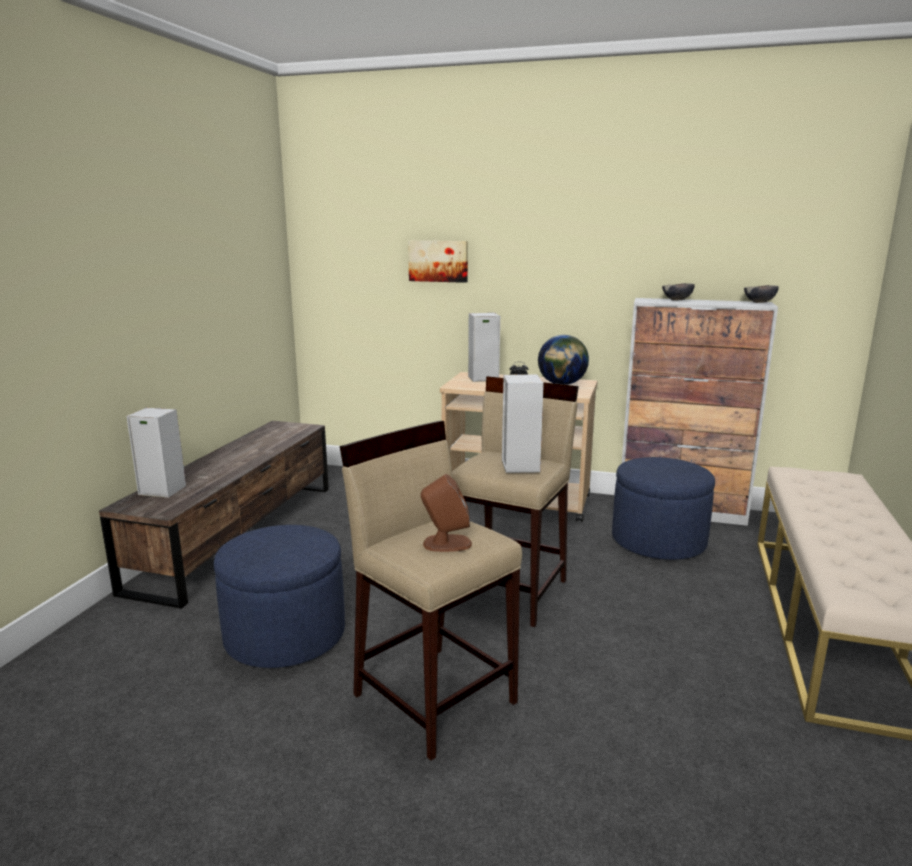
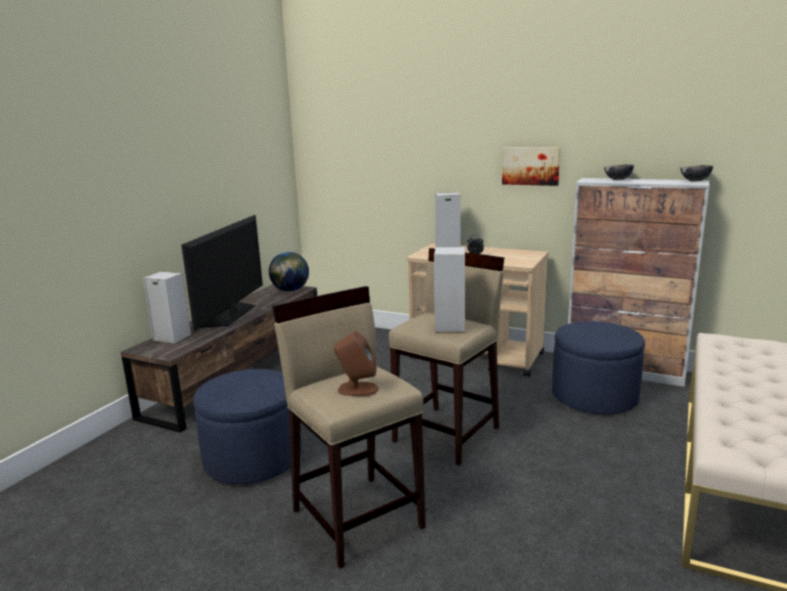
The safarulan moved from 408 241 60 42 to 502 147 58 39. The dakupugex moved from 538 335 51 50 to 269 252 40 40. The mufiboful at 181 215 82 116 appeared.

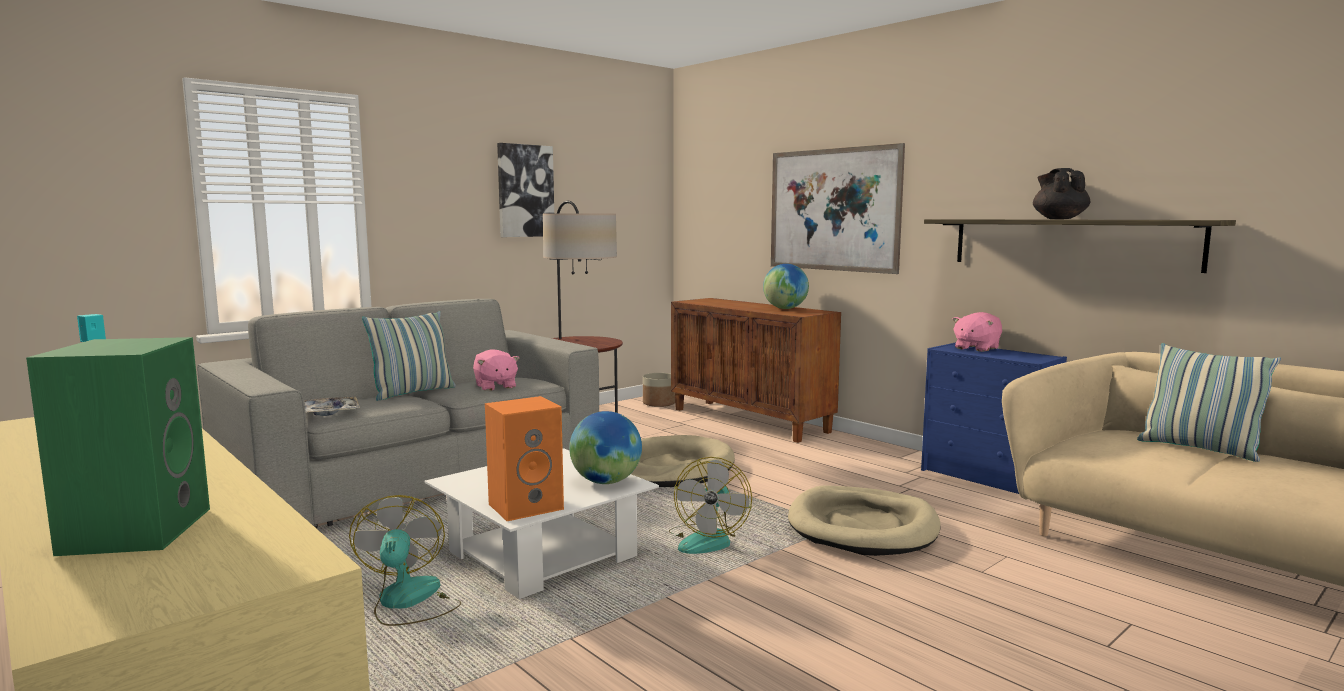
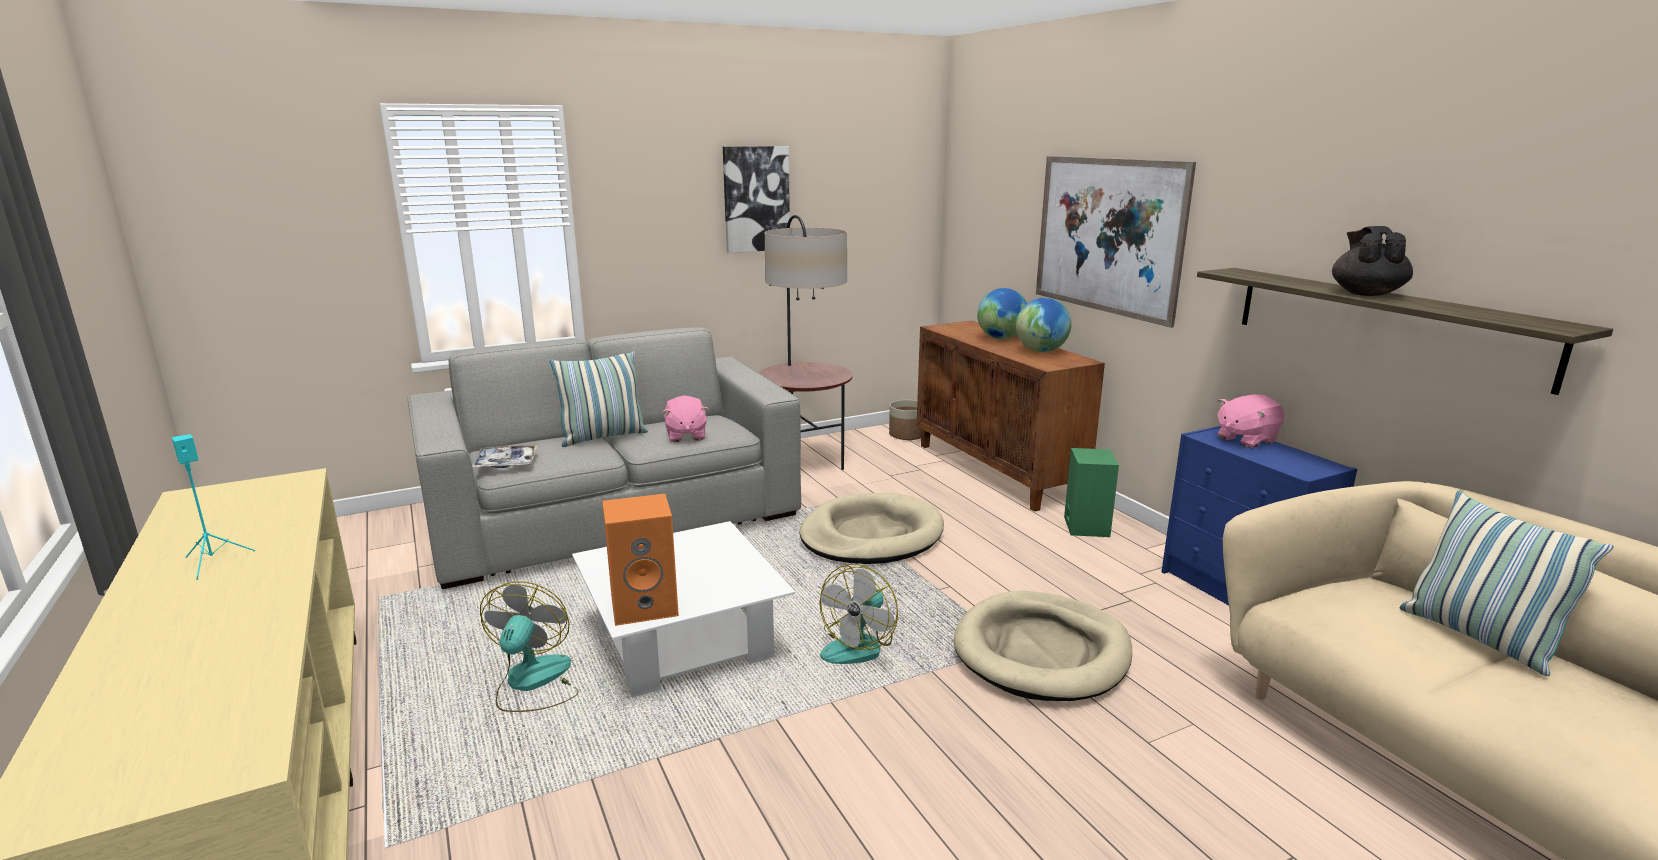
The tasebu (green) moved from 26 337 184 219 to 1064 448 55 89. The dakupugex moved from 569 411 73 73 to 977 288 50 51.

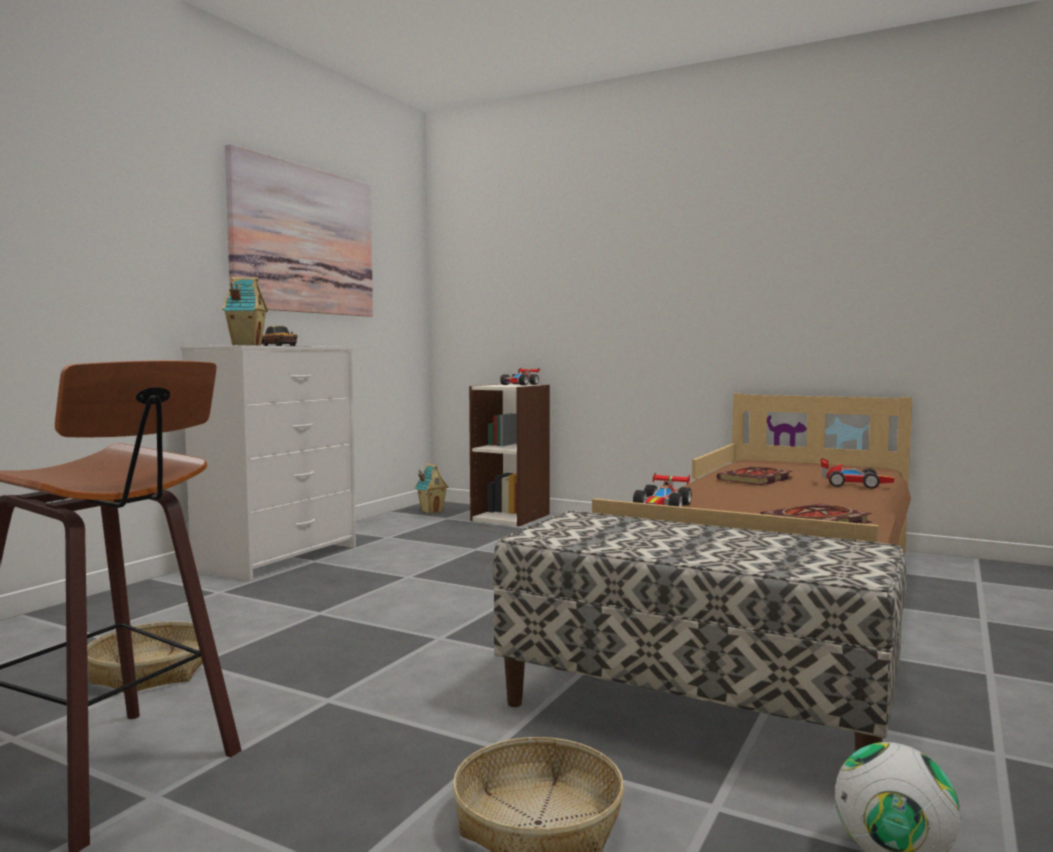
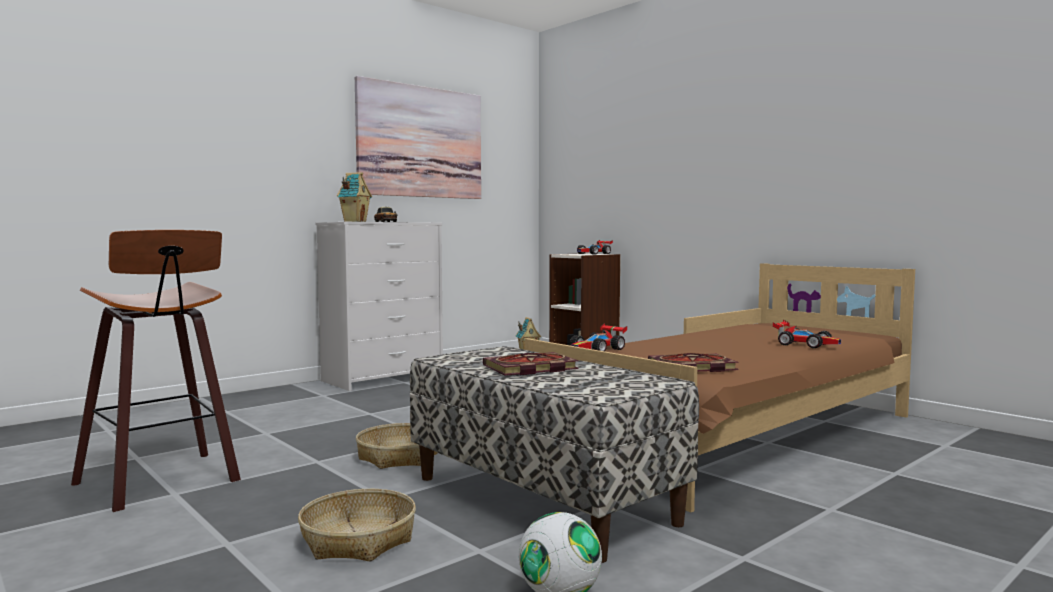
The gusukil moved from 87 622 116 71 to 356 423 82 46. The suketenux moved from 717 467 76 18 to 483 352 96 23.

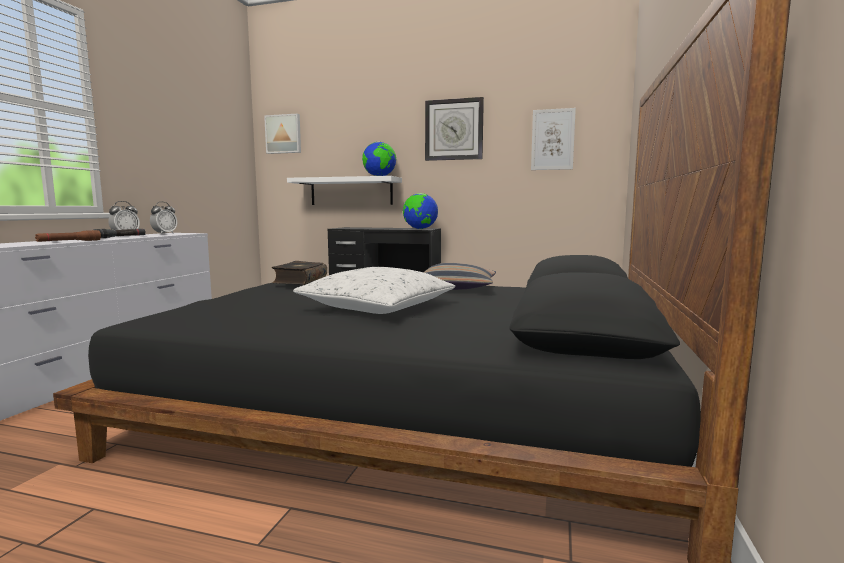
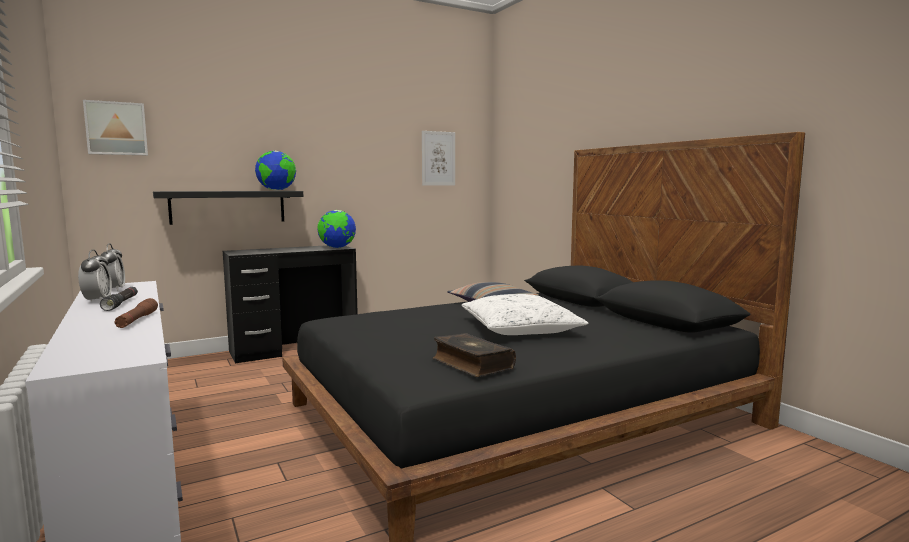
The suketenux moved from 272 261 55 24 to 433 333 83 44. The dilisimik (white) at 287 176 115 29 became the dilisimik (black) at 153 191 150 34. The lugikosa at 425 97 59 64 disappeared.

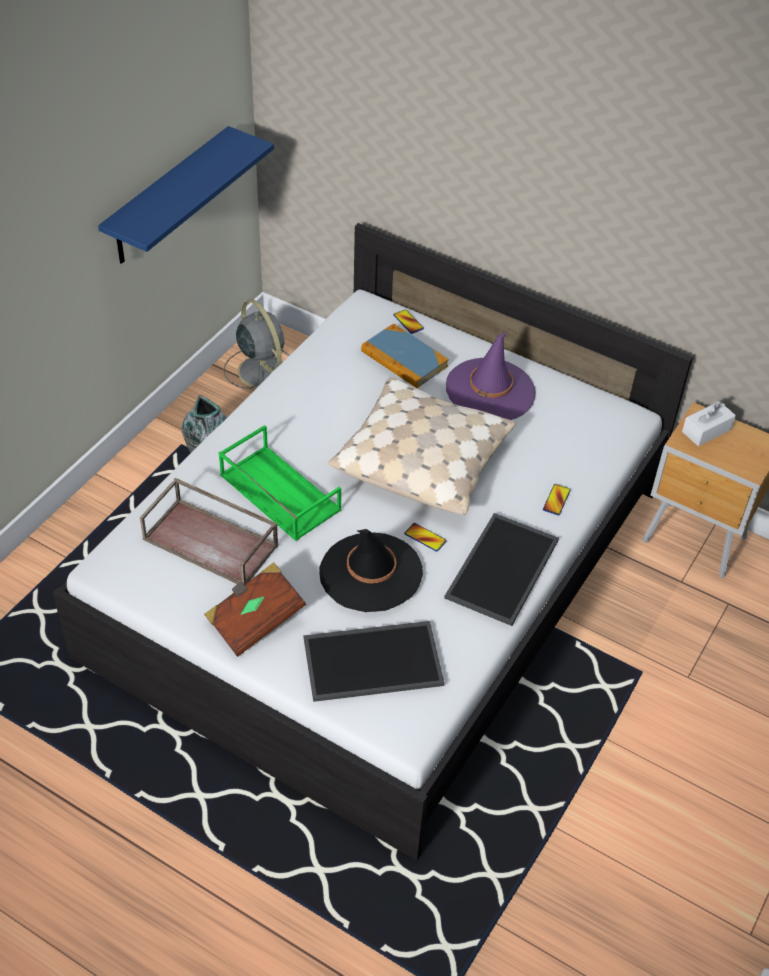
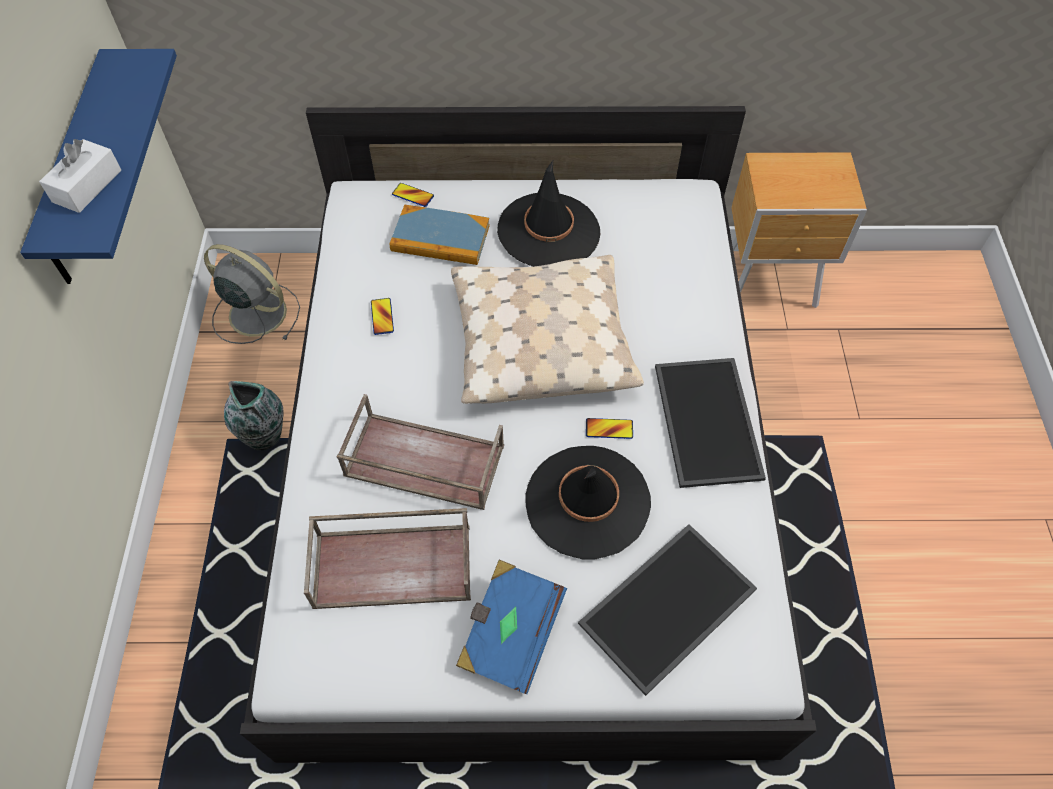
The suketenux (brown) at 204 562 102 95 became the suketenux (blue) at 456 560 111 134. The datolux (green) at 218 425 123 116 became the datolux (brown) at 337 394 167 116. The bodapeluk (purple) at 446 330 90 90 became the bodapeluk (black) at 497 161 103 106. The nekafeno moved from 543 484 28 31 to 371 298 23 37. The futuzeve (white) moved from 682 401 54 45 to 39 139 82 74.

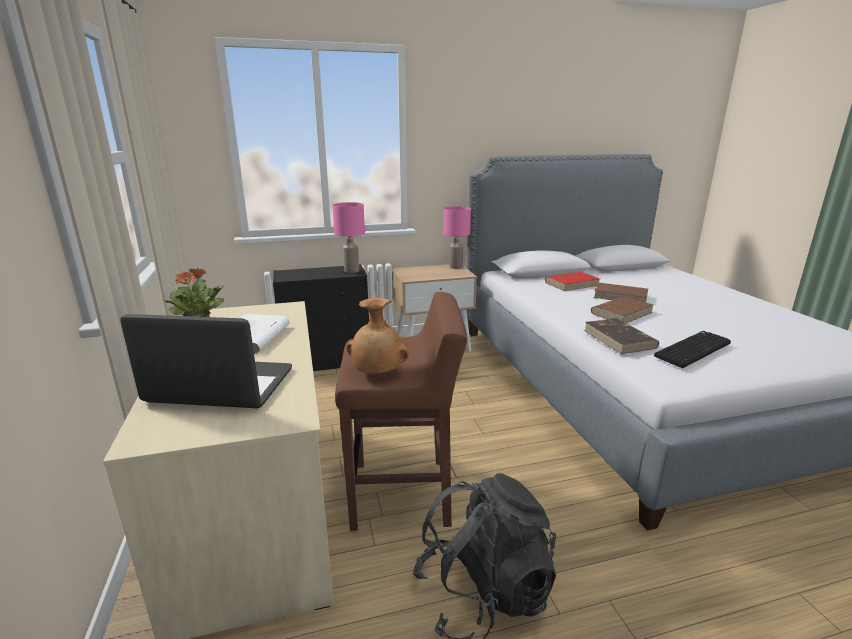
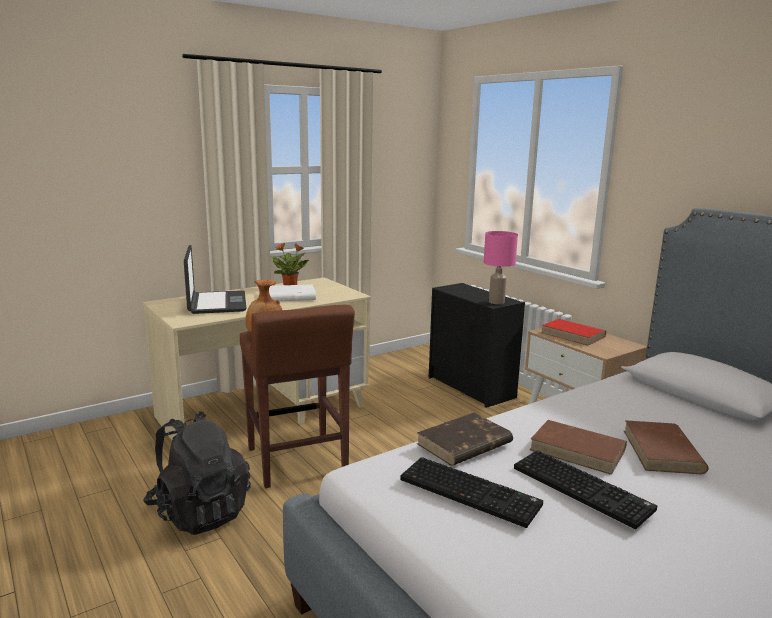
The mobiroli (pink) at 443 206 28 63 disappeared. The suketenux (red) moved from 545 272 55 19 to 541 319 65 26. The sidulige at 514 451 143 78 appeared.

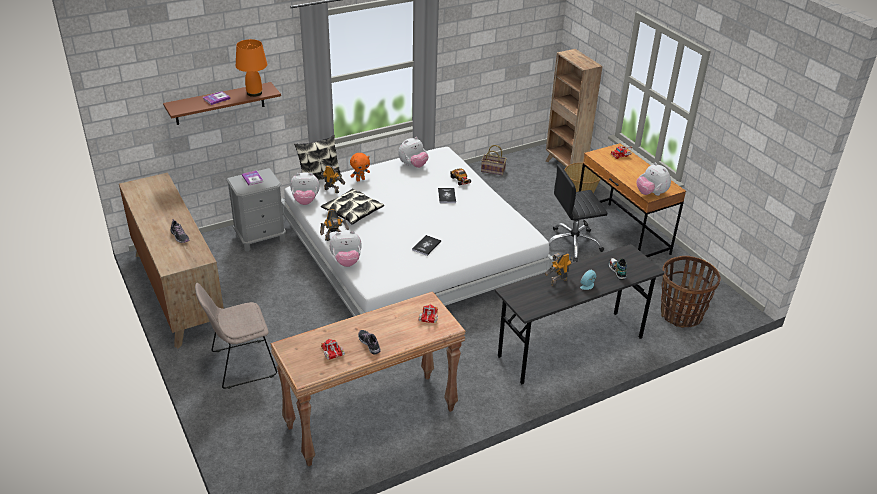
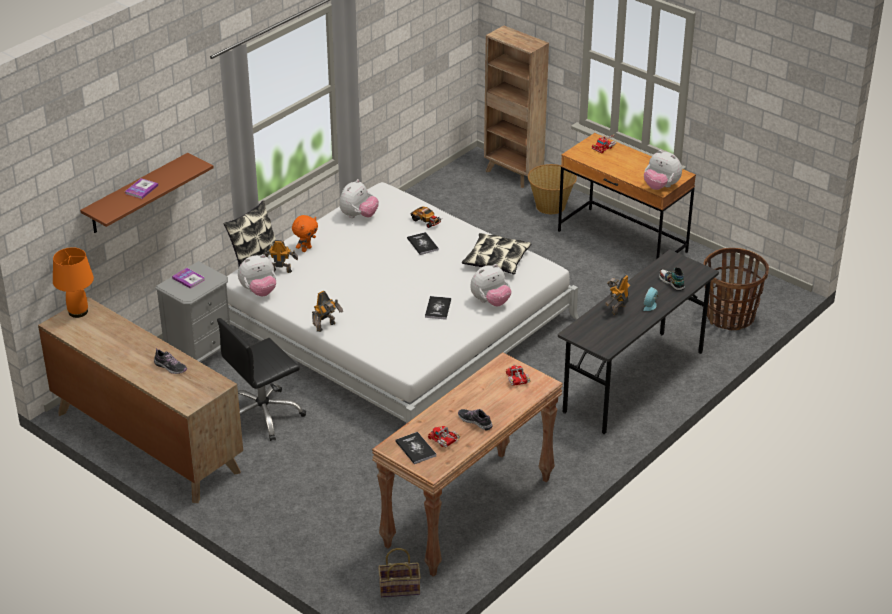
The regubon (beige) at 195 283 82 106 disappeared. The mobiroli (orange) moved from 236 39 31 58 to 53 247 41 71. The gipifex moved from 321 188 63 37 to 462 233 69 41. The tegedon moved from 330 231 32 36 to 470 264 41 42. The gusukil moved from 481 145 26 30 to 378 548 43 49. The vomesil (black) moved from 548 164 60 98 to 217 318 89 123. The suketenux at 395 432 41 32 appeared.

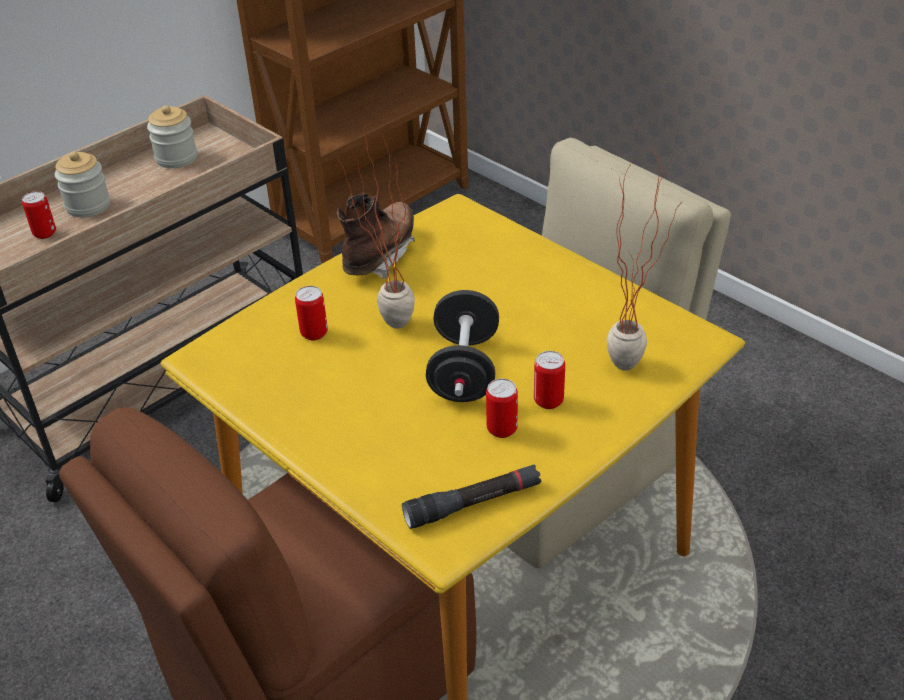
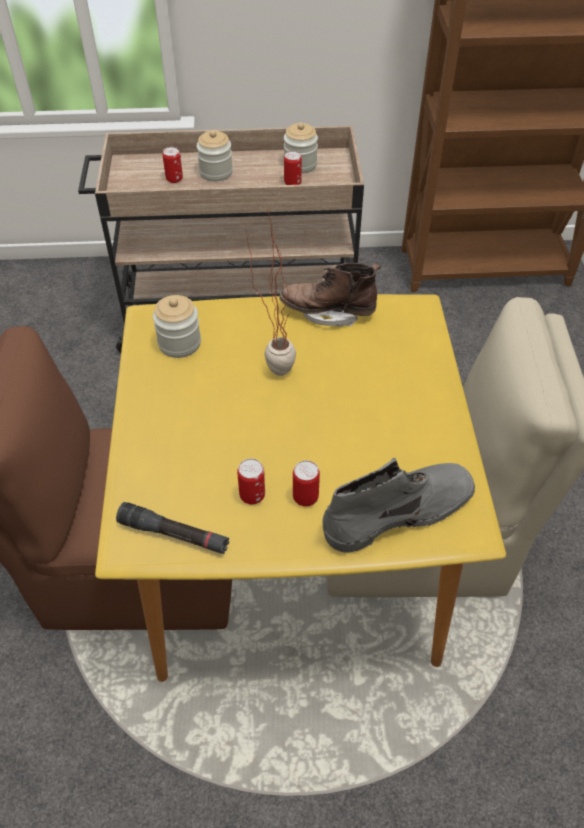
The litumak moved from 295 286 33 54 to 284 151 18 34. The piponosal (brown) at 337 193 78 86 turned 150 degrees counterclockwise. The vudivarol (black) at 426 290 73 112 disappeared. The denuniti at 607 147 76 223 was replaced by the piponosal (grey) at 322 458 153 95. The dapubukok at 153 295 48 63 appeared.

